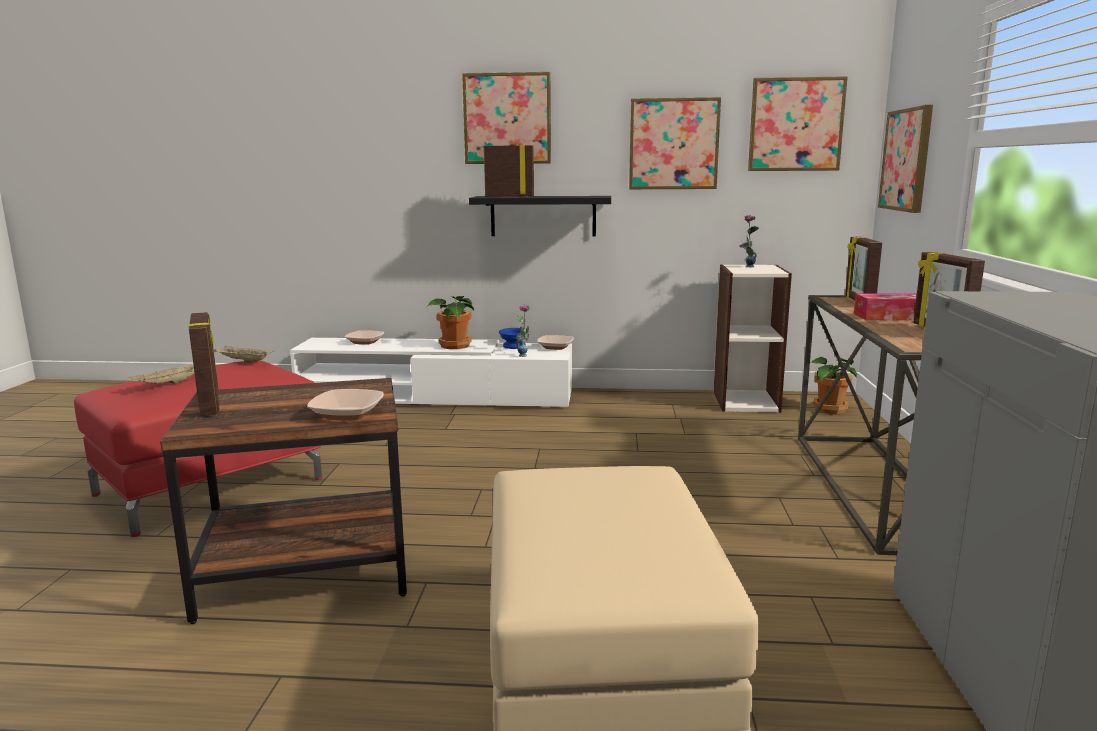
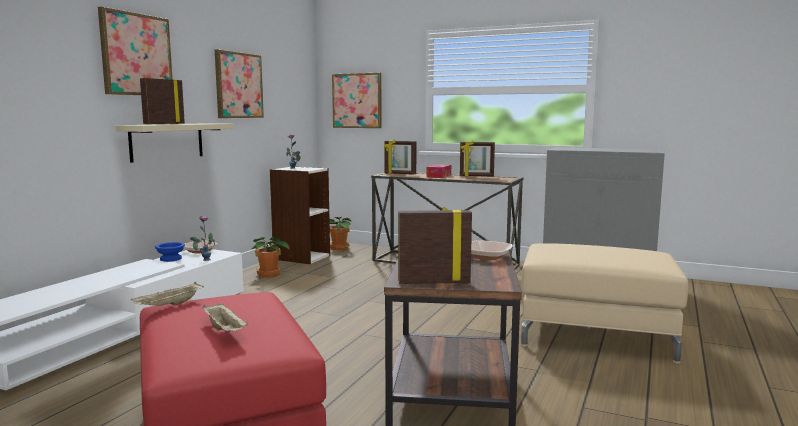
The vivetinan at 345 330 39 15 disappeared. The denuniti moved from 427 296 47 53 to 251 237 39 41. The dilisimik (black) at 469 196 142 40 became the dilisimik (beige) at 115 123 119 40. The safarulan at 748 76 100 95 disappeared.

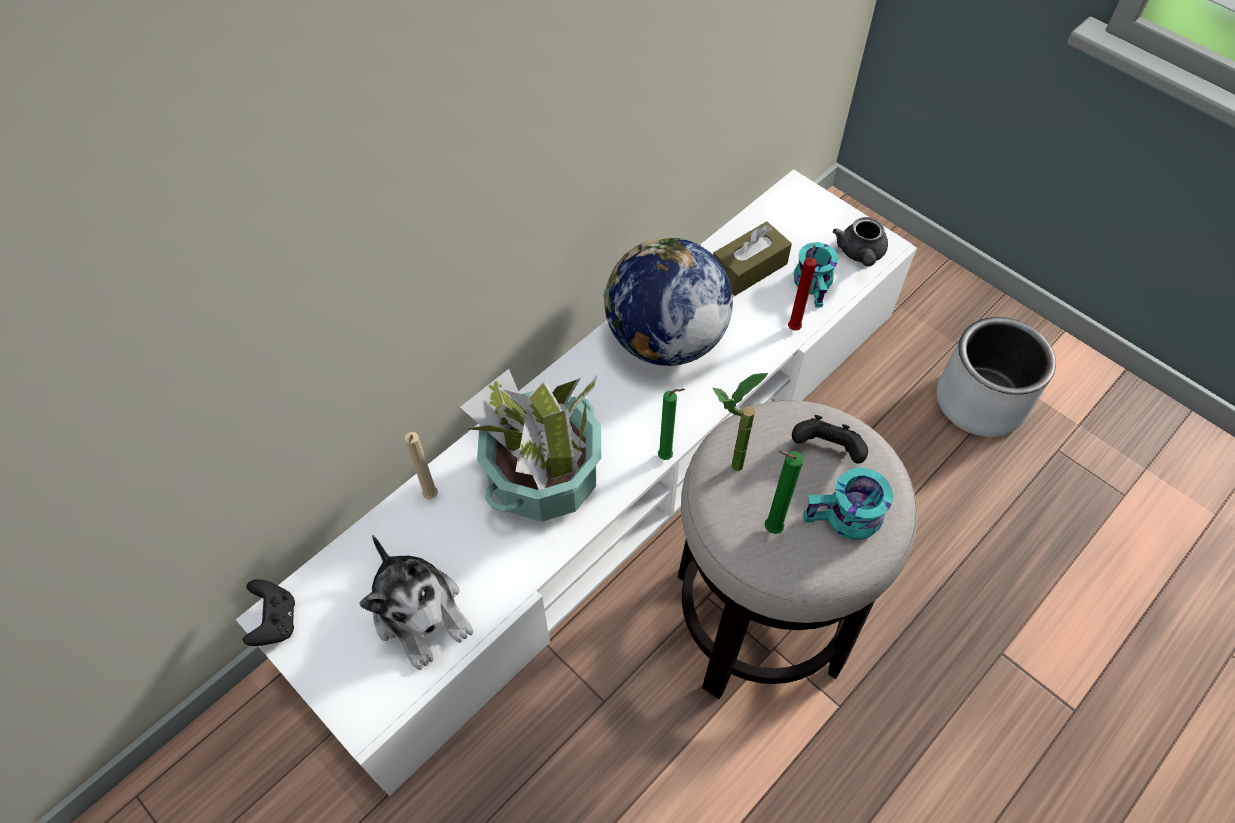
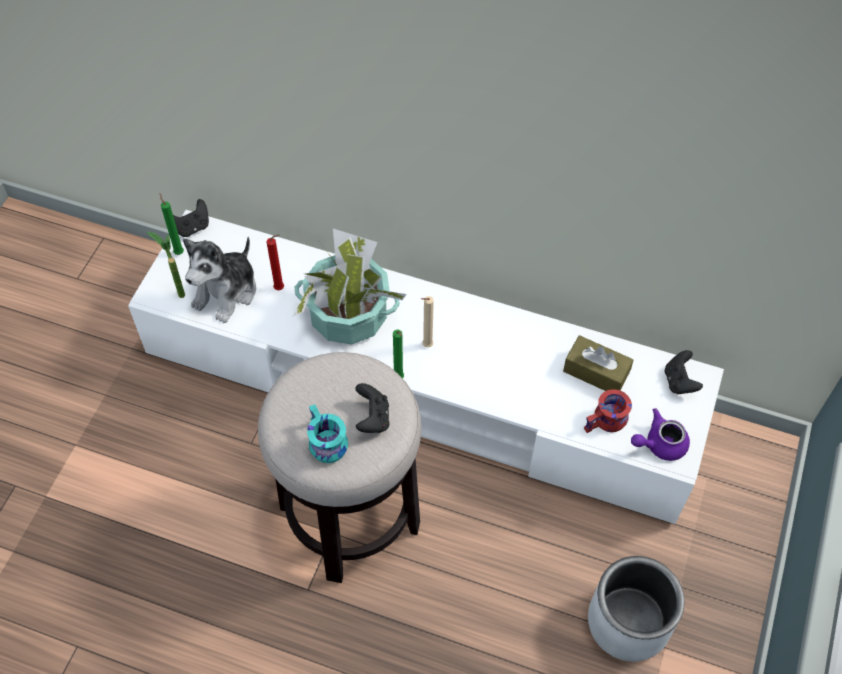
The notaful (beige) moved from 404 432 34 67 to 421 296 13 51. The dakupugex at 603 237 130 129 disappeared. The denuniti moved from 713 373 55 98 to 147 232 38 66. The notaful (green) moved from 765 450 38 84 to 160 193 24 62. The notaful (red) moved from 788 244 29 87 to 266 234 18 56. The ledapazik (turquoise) at 794 242 44 65 became the ledapazik (red) at 584 389 48 44. The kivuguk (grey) at 833 217 55 49 became the kivuguk (purple) at 631 408 59 53. The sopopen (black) at 665 350 38 44 appeared.

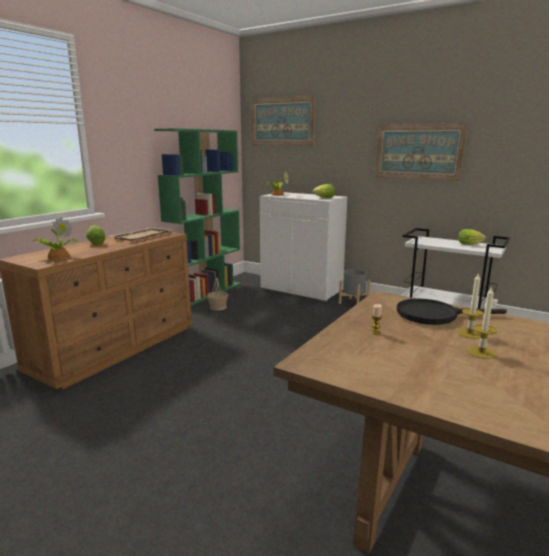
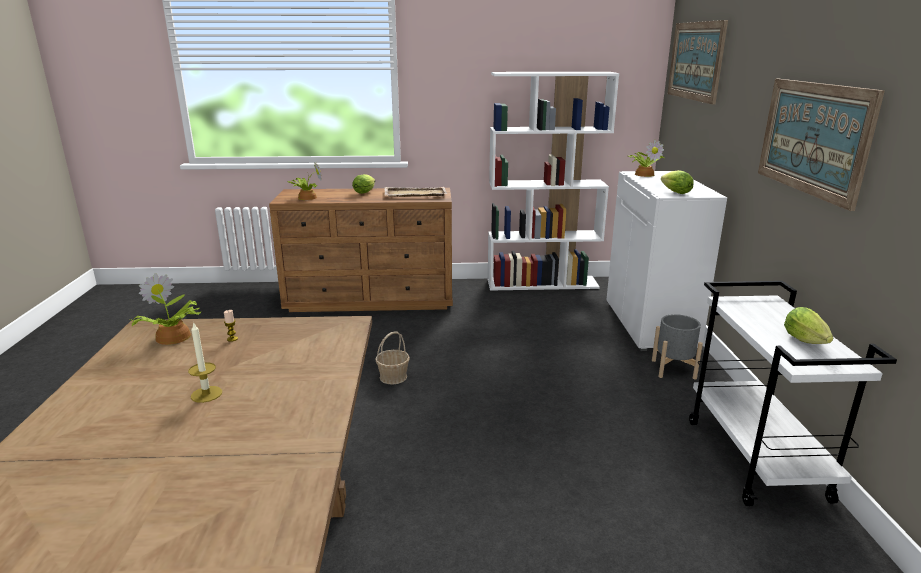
The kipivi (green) at 154 128 87 178 became the kipivi (white) at 487 72 132 218. The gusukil moved from 207 278 21 33 to 375 332 35 53. The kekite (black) at 397 298 110 27 disappeared. The notaful at 457 272 27 67 disappeared. The denuniti at 130 273 71 72 appeared.

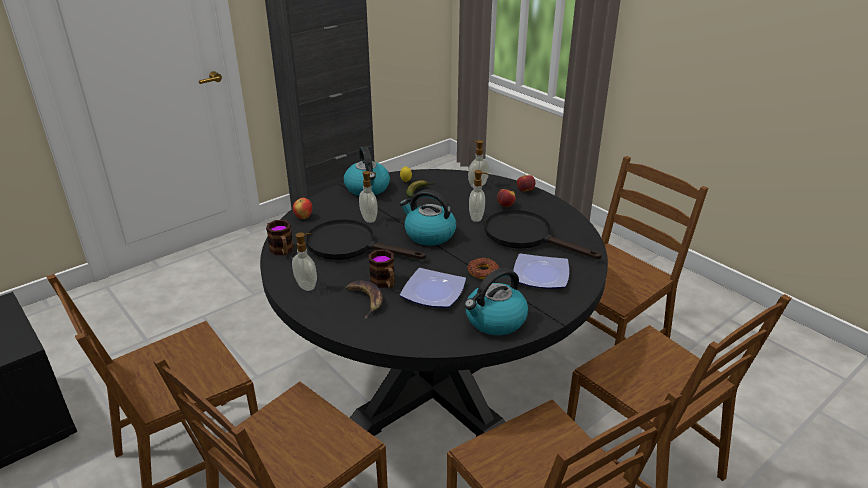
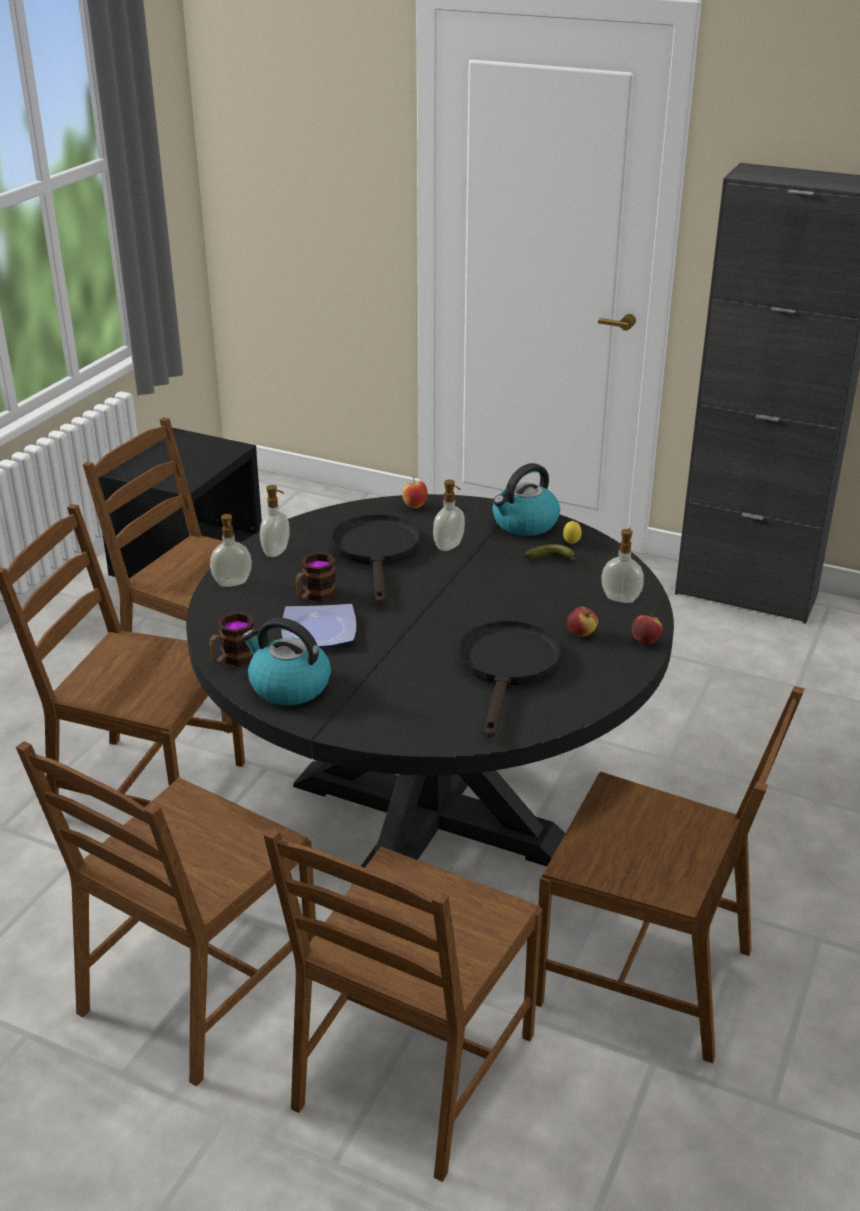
The ledapazik moved from 266 220 28 35 to 209 612 45 54. The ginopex at 346 281 37 38 disappeared. The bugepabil at 400 190 56 56 disappeared. The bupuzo at 468 258 31 21 disappeared. The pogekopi moved from 469 170 19 52 to 210 514 42 73. The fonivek at 514 253 55 36 disappeared.

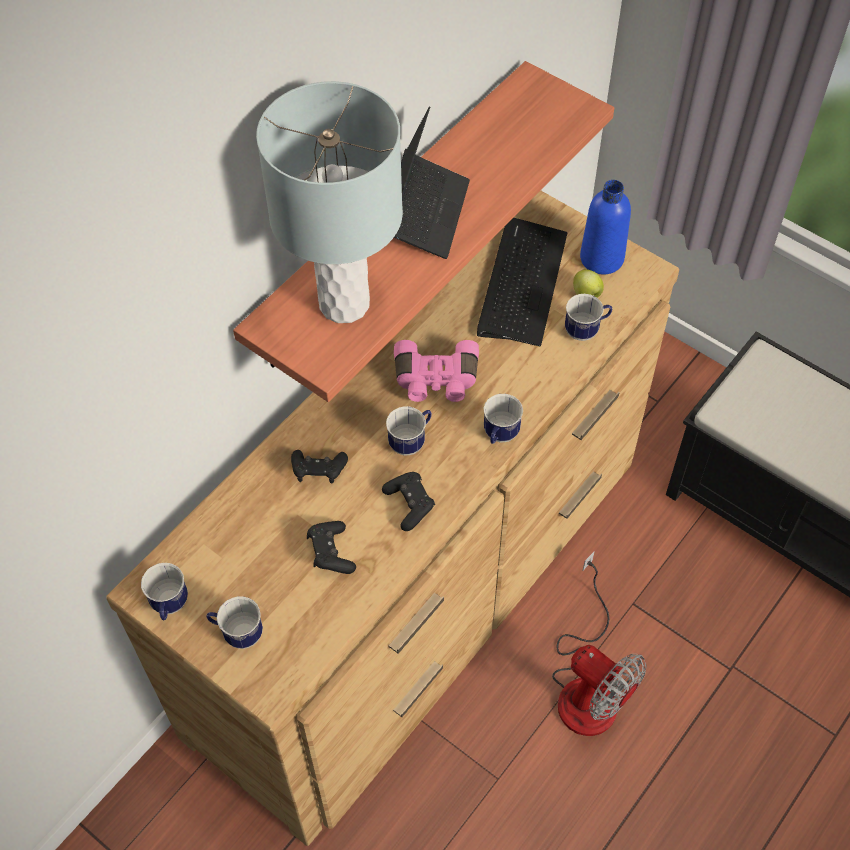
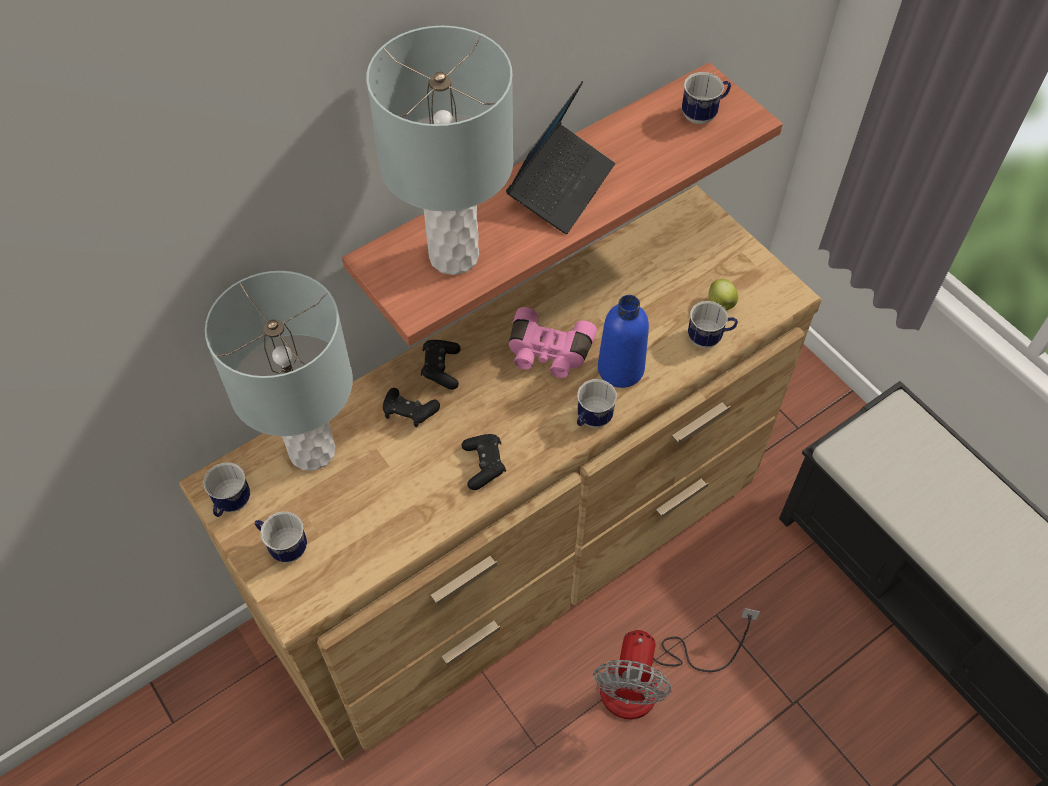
The sopopen (black) moved from 307 521 49 53 to 421 340 40 50. The ledapazik moved from 386 406 46 50 to 682 72 49 52. The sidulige at 477 218 90 128 disappeared. The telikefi at 552 551 95 185 turned 45 degrees clockwise. The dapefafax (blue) moved from 580 180 51 94 to 598 295 51 93. The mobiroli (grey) at 205 271 148 200 appeared.

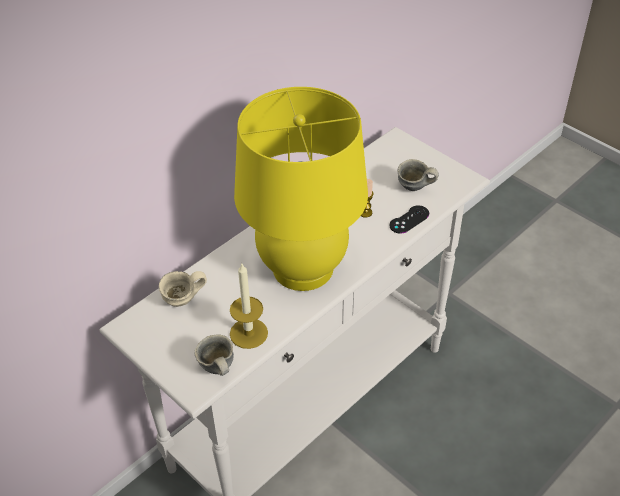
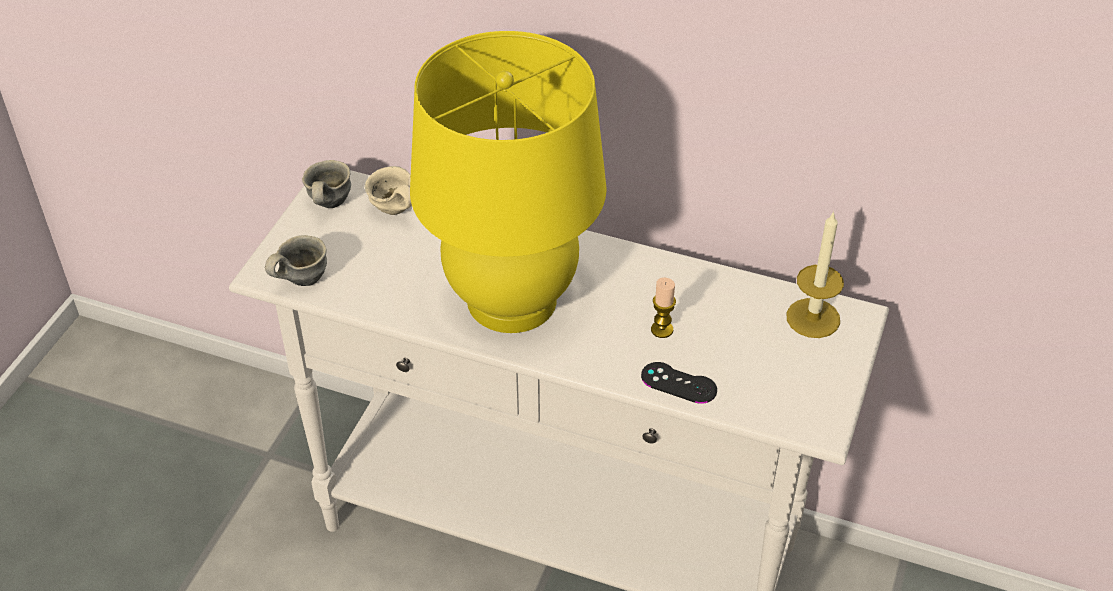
The notaful moved from 230 264 38 85 to 787 211 57 127. The ledapazik (grey) moved from 398 159 41 32 to 302 160 49 48.

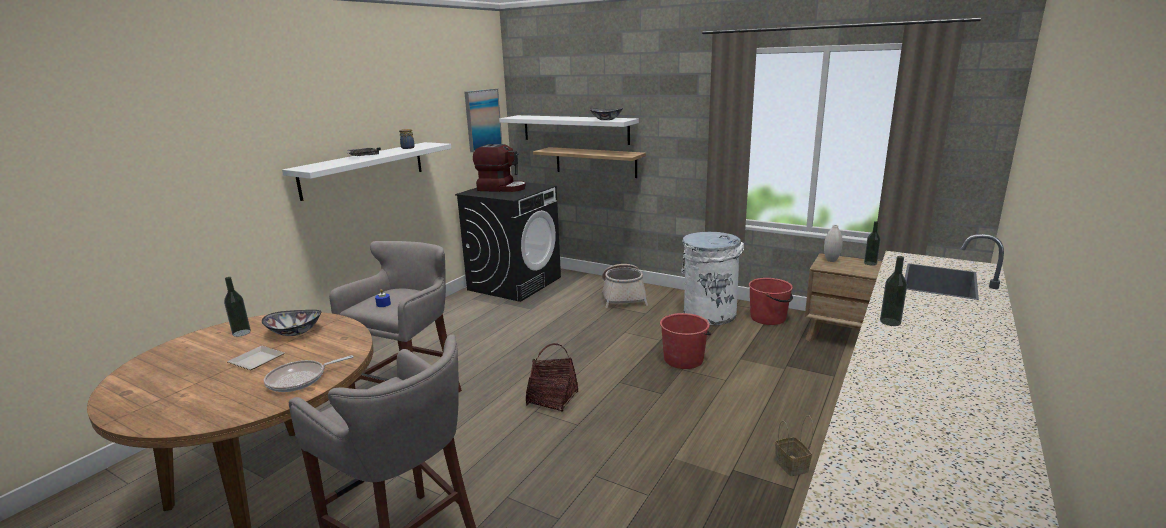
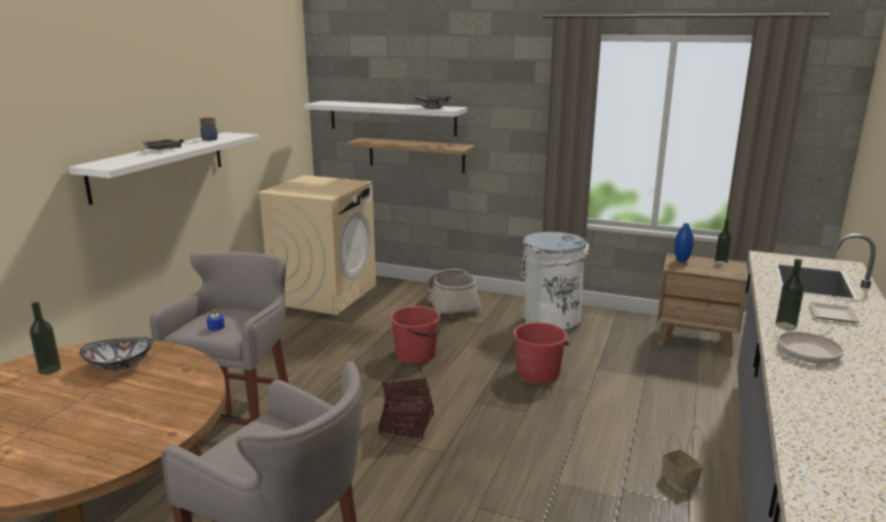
The fonivek moved from 227 346 58 24 to 809 302 51 21. The kekite moved from 264 355 90 37 to 777 325 67 39. The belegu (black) at 455 183 106 119 became the belegu (beige) at 257 175 119 140. The safarulan at 464 89 38 63 disappeared. The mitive at 473 144 53 48 disappeared. The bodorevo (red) moved from 749 278 44 47 to 390 306 51 57. The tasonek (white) at 824 225 19 37 became the tasonek (blue) at 674 223 20 39.

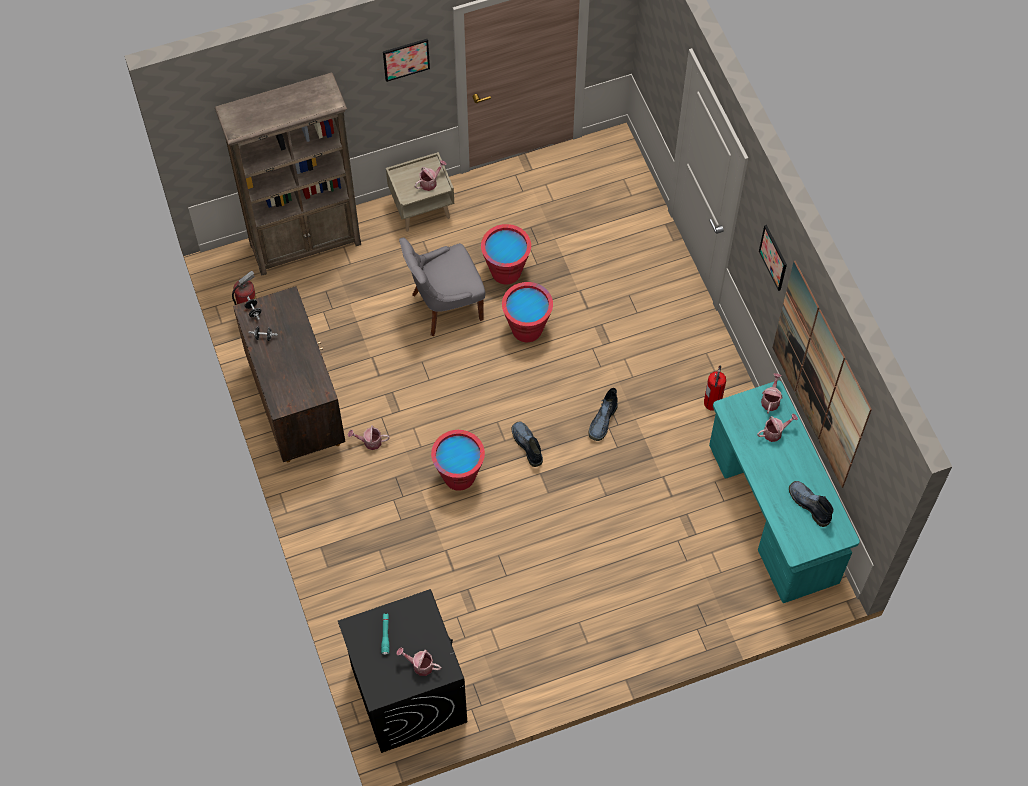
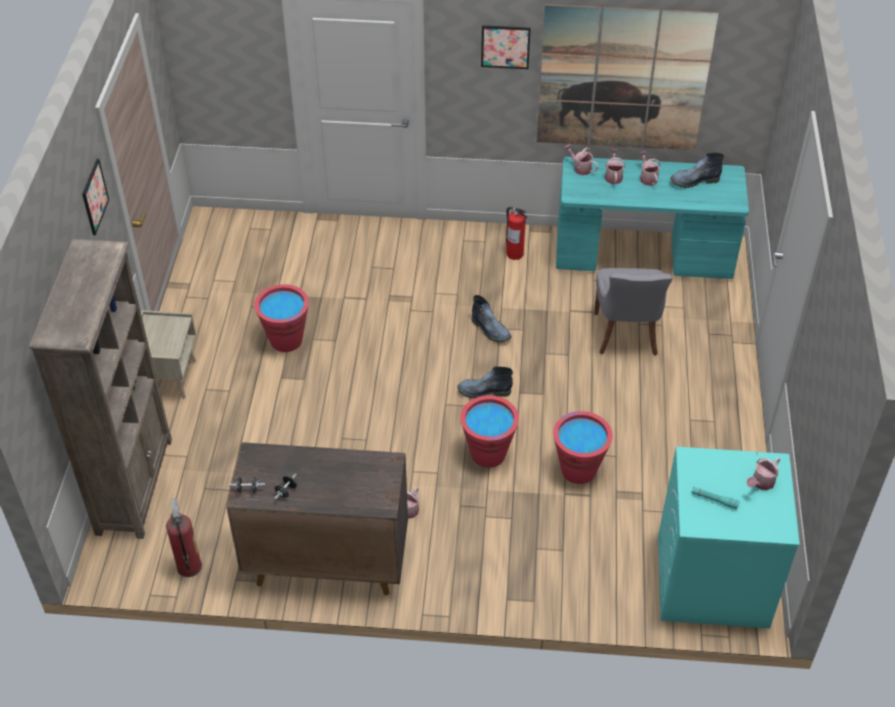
The belegu (black) at 338 589 129 164 became the belegu (turquoise) at 658 447 142 181. The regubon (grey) moved from 399 238 86 98 to 594 268 79 88. The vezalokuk moved from 415 160 31 31 to 640 151 20 35. The bodorevo (red) moved from 502 282 51 60 to 553 411 60 73.

